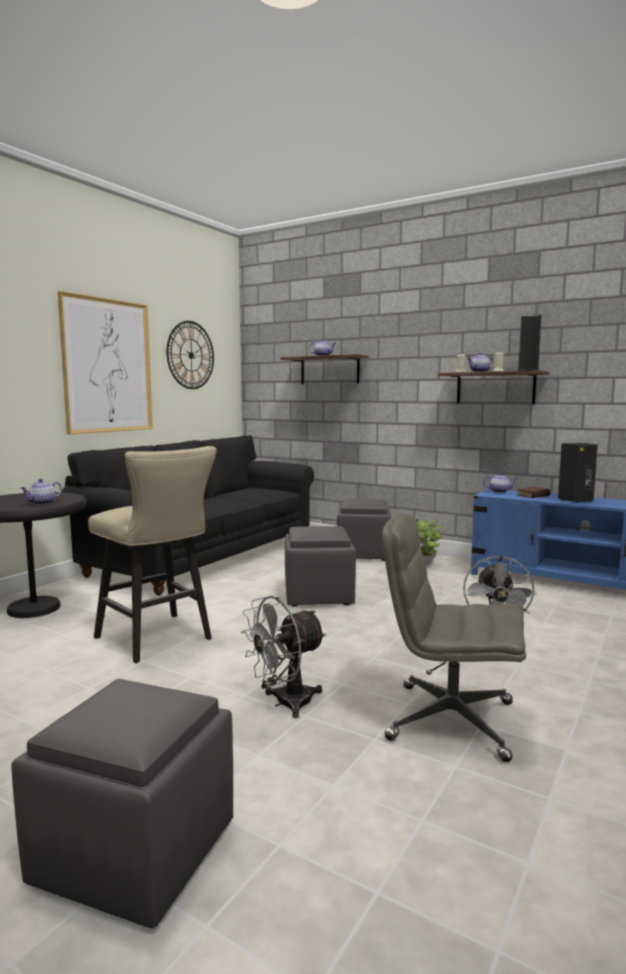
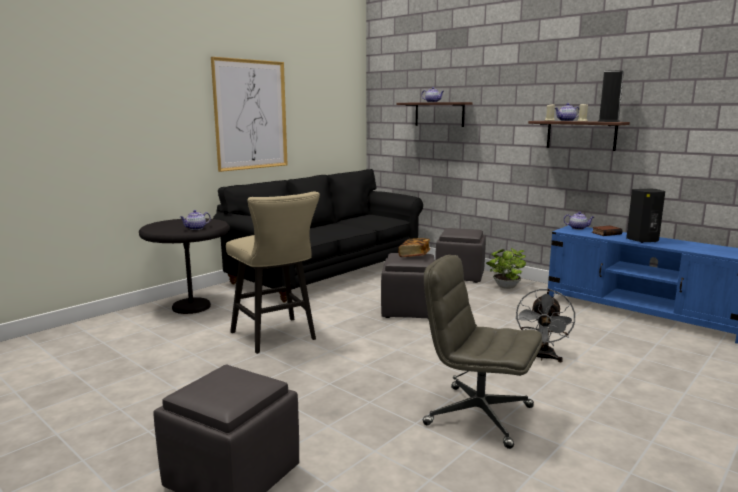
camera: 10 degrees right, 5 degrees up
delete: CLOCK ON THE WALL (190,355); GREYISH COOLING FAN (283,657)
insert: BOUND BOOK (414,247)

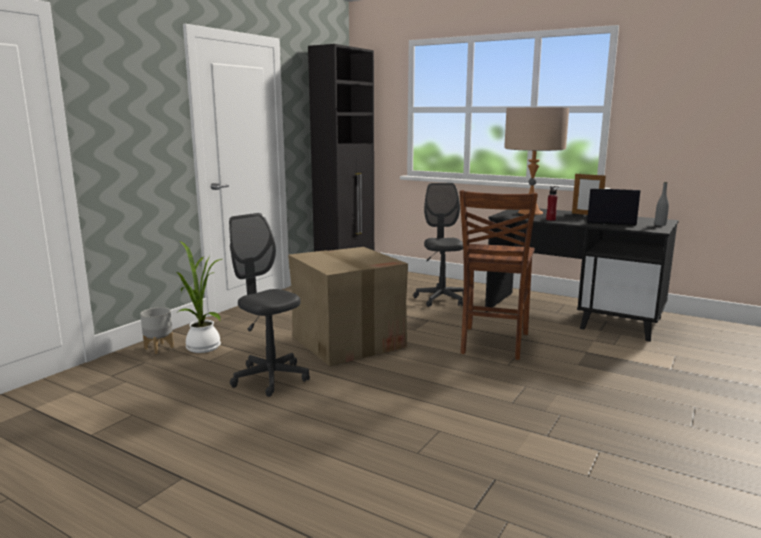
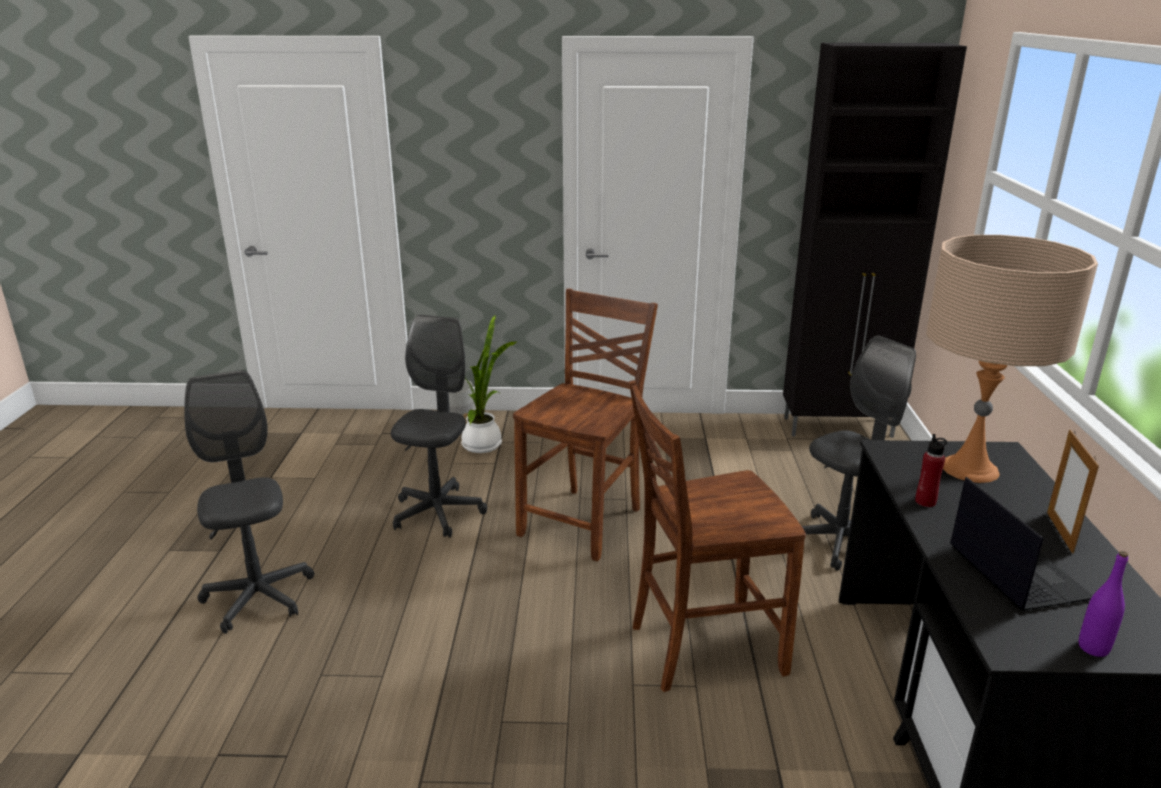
camera: 60 degrees right, 10 degrees up
insert: GREYISH DESK CHAIR (249,502)
replace: CARTON (348,306) to BROWNISH CHAIR (585,425)
recolor: GREYISH DRINK BOTTLE (662,204) to PURPLISH DRINK BOTTLE (1103,604)

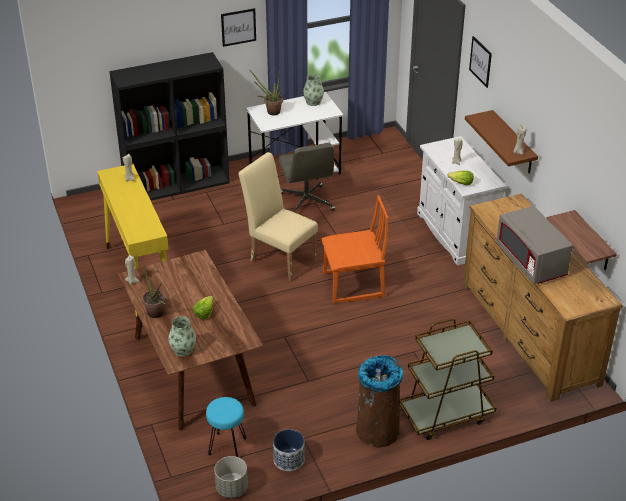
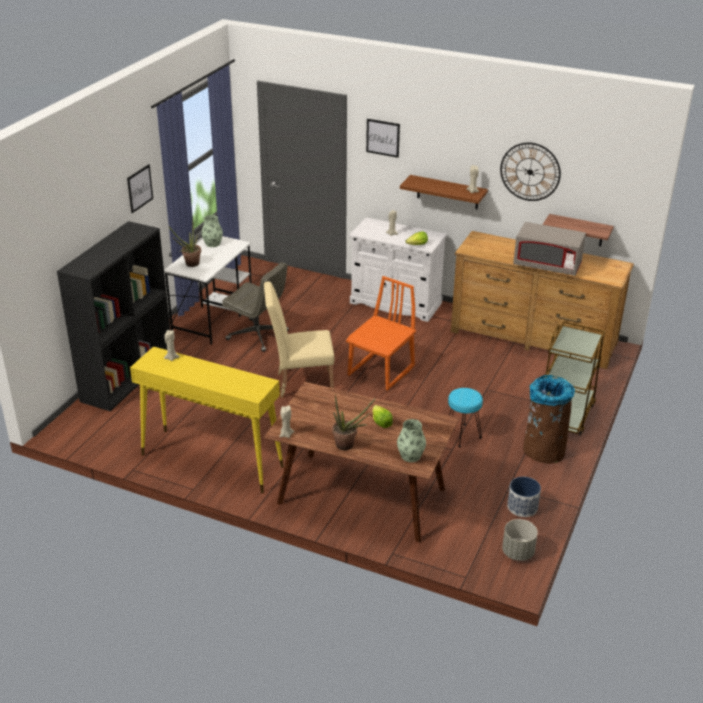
camera: 45 degrees left, 5 degrees down
insert: CLOCK ON THE WALL (530,171)
move: TURQUOISE-COLOURED STOOL SEAT (226,427) to (465,417)

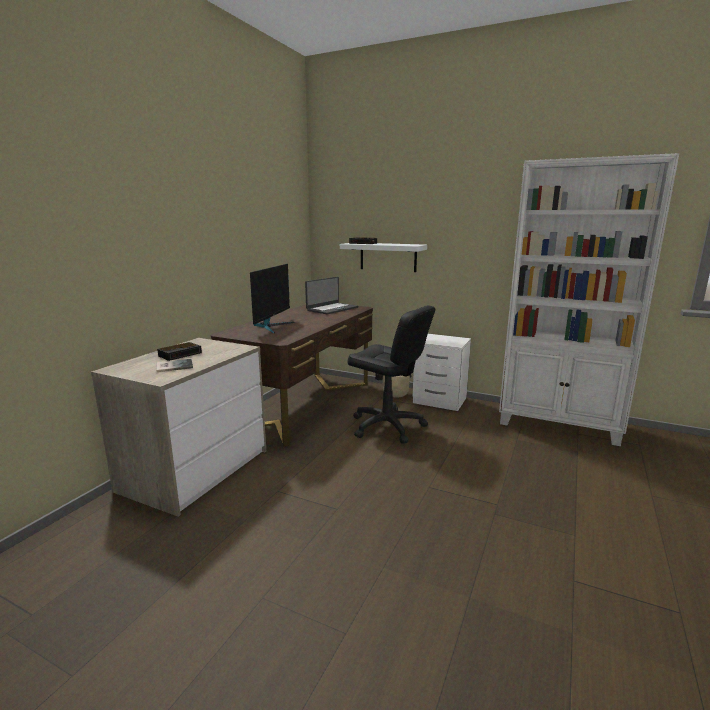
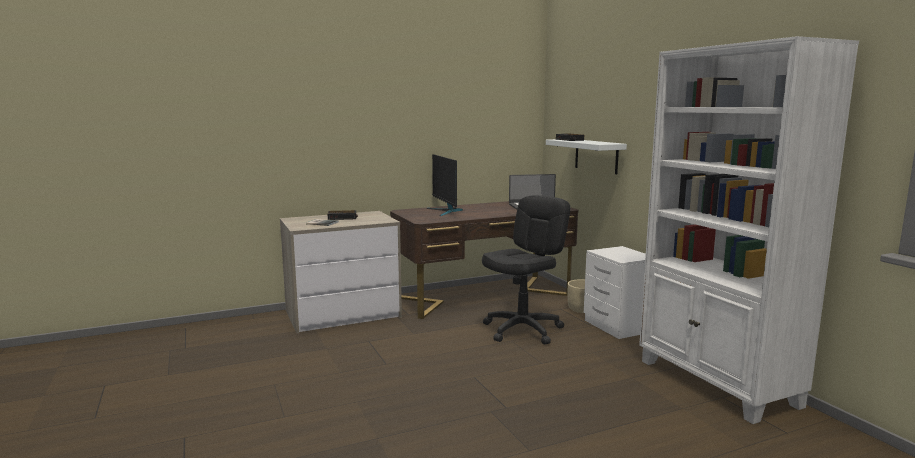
camera: 40 degrees right, 5 degrees down
rotate: COMPUTER SCREEN (272,298) = (445,185) 105 degrees clockwise; BLACK DESK CHAIR (391,375) = (526,270) 120 degrees counterclockwise

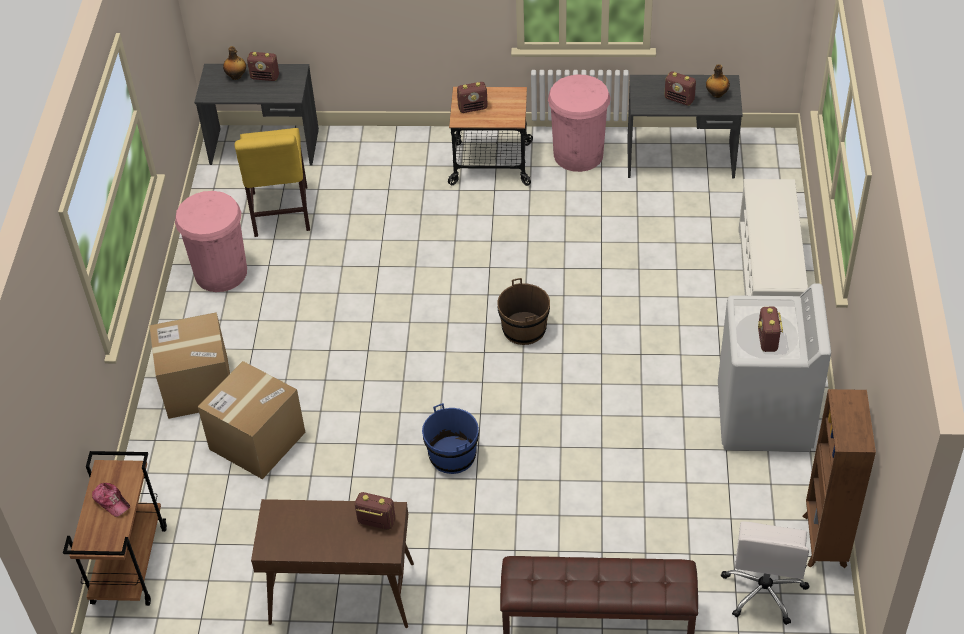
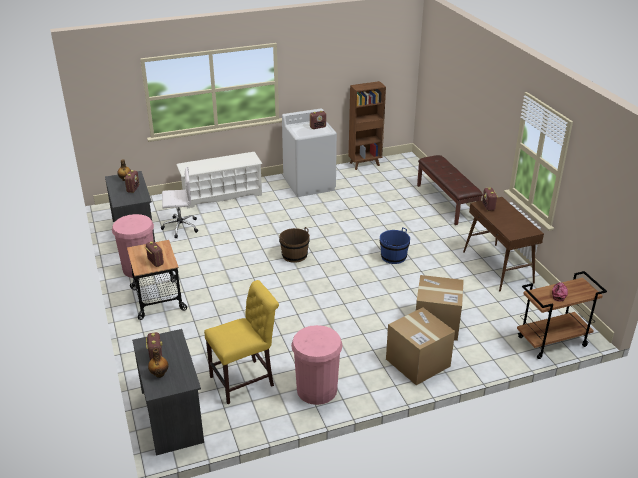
camera: 115 degrees left, 15 degrees down
move: WHITE DESK CHAIR (765,573) to (179,202)

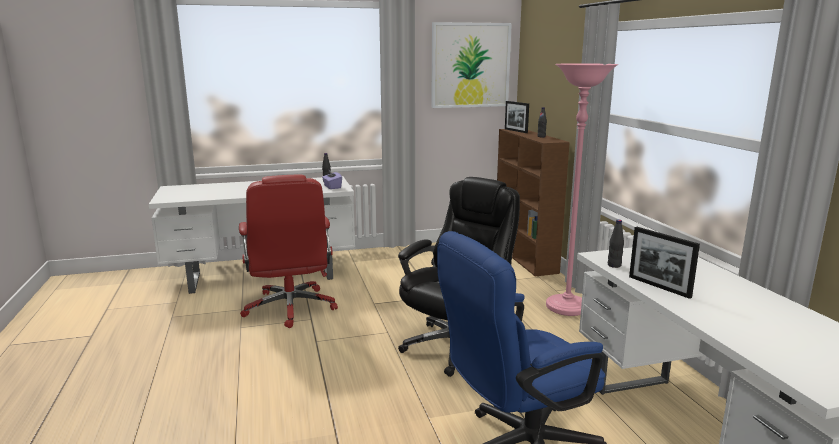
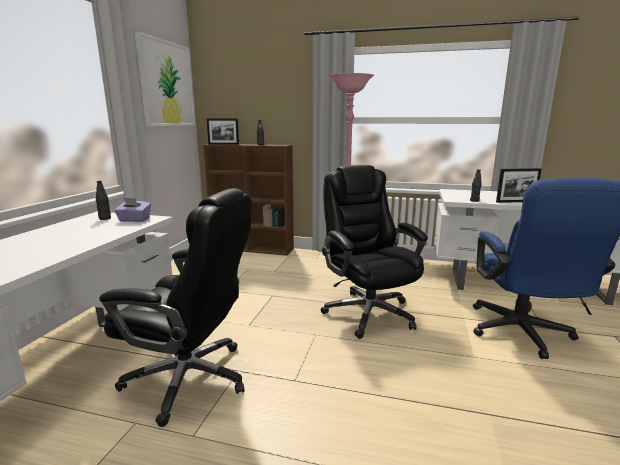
camera: 60 degrees left, 0 degrees up
recolor: RED DESK CHAIR (288,251) to BLACK DESK CHAIR (175,307)

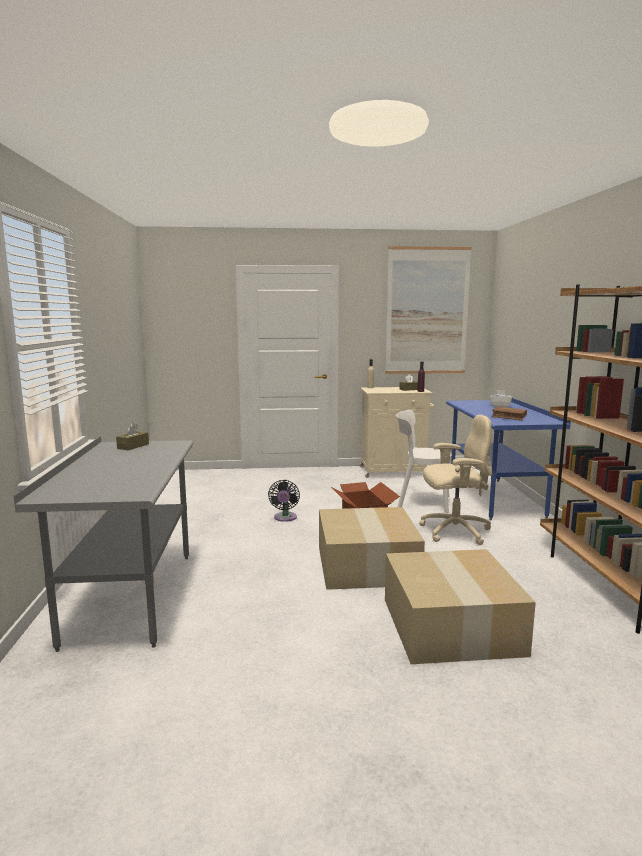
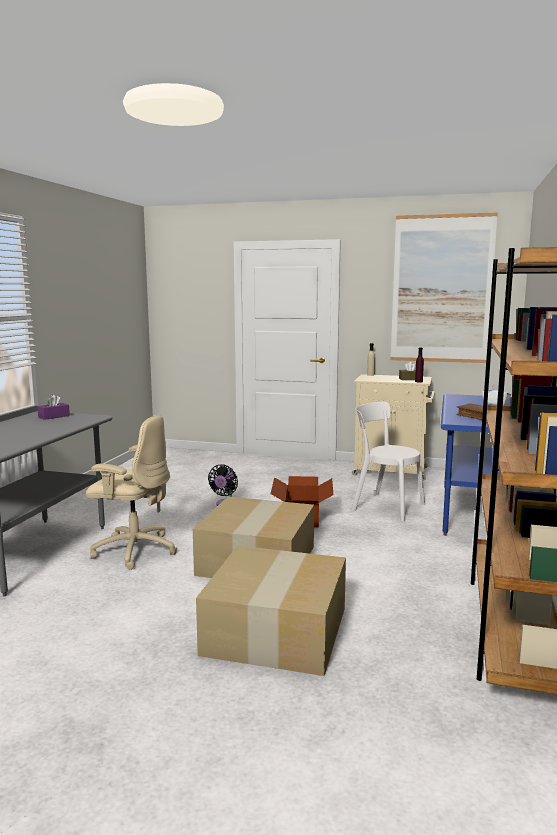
camera: 20 degrees right, 0 degrees up
move: BEIGE-COLOURED DESK CHAIR (455,480) to (131,492)
recolor: BROWNISH BOX OF TISSUES (132,436) to PURPLISH BOX OF TISSUES (53,407)

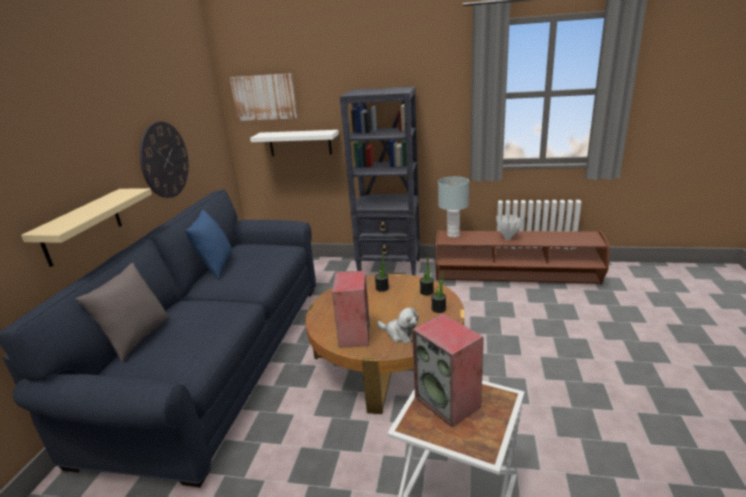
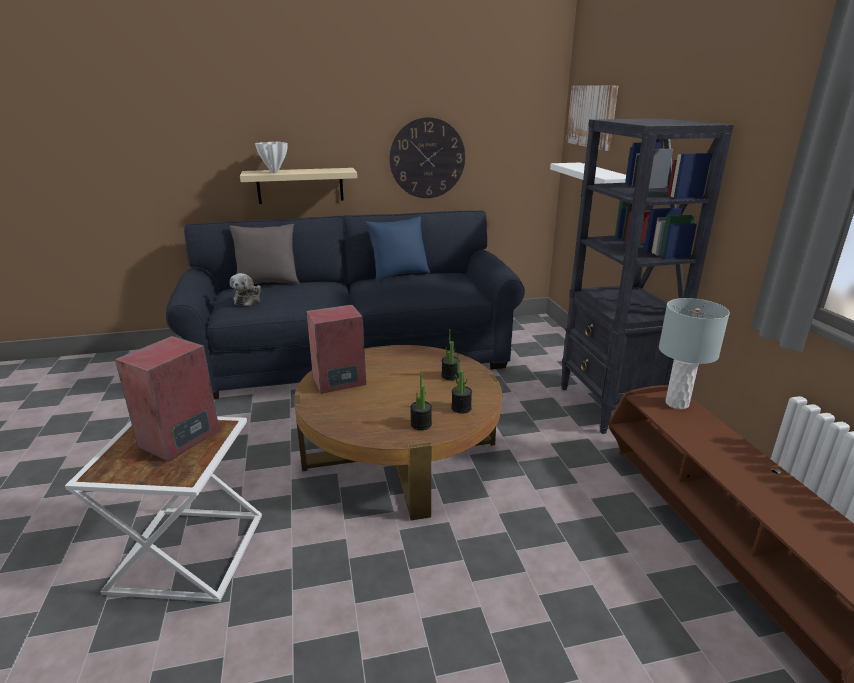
camera: 65 degrees right, 0 degrees up
move: CUDDLY TOY (398,325) to (245,289); WHITE FLOWER VASE (509,227) to (271,157)

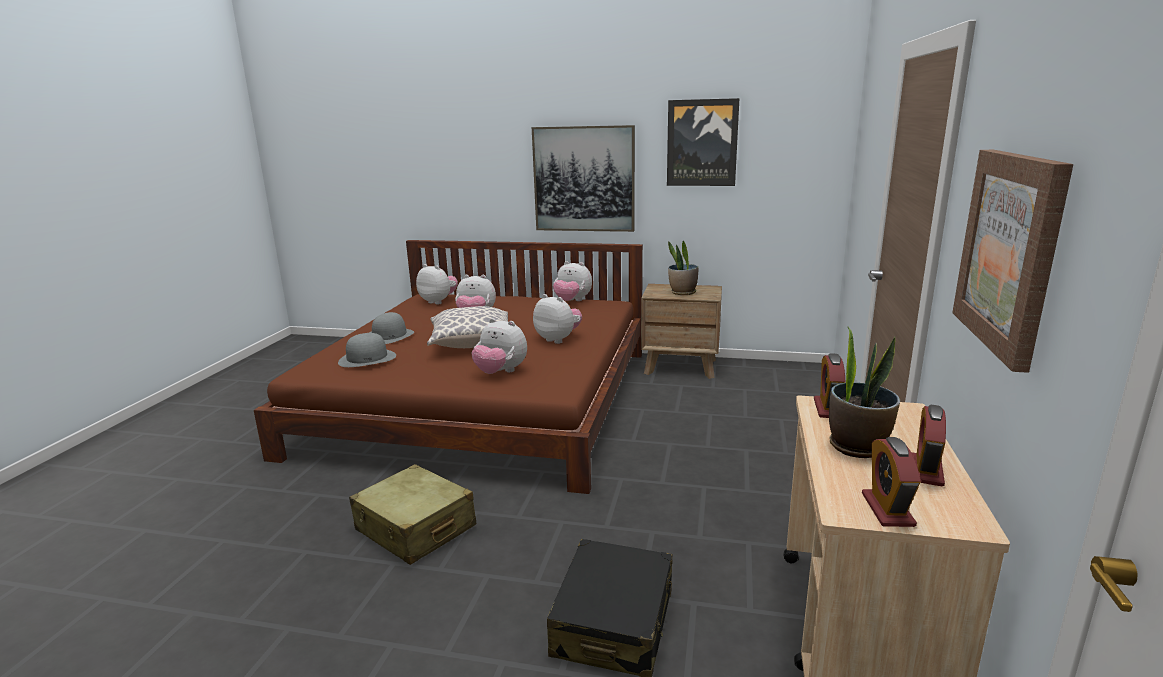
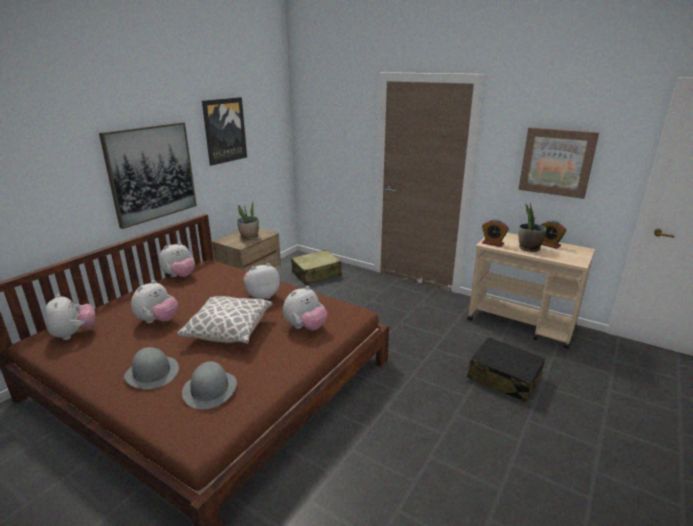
camera: 70 degrees left, 5 degrees up
delete: TABLE CLOCK (891,482)
move: BEIGE-COLOURED PIECE OF LUGGAGE (412,514) to (316,267)
rotate: CUDDLY TOY (437,284) = (70,317) 105 degrees clockwise

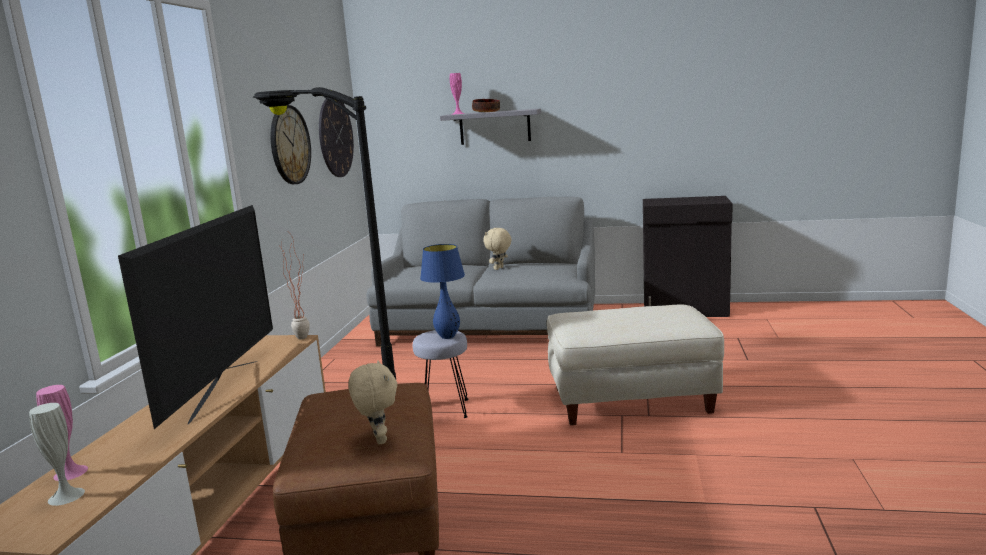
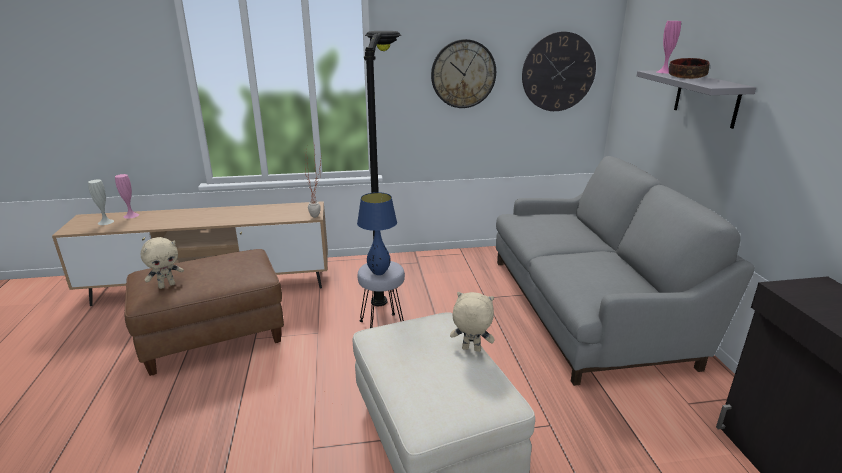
camera: 70 degrees right, 10 degrees up
delete: TV (195,317)
move: BEIGE-COLOURED CUDDLY TOY (498,249) to (472,322)

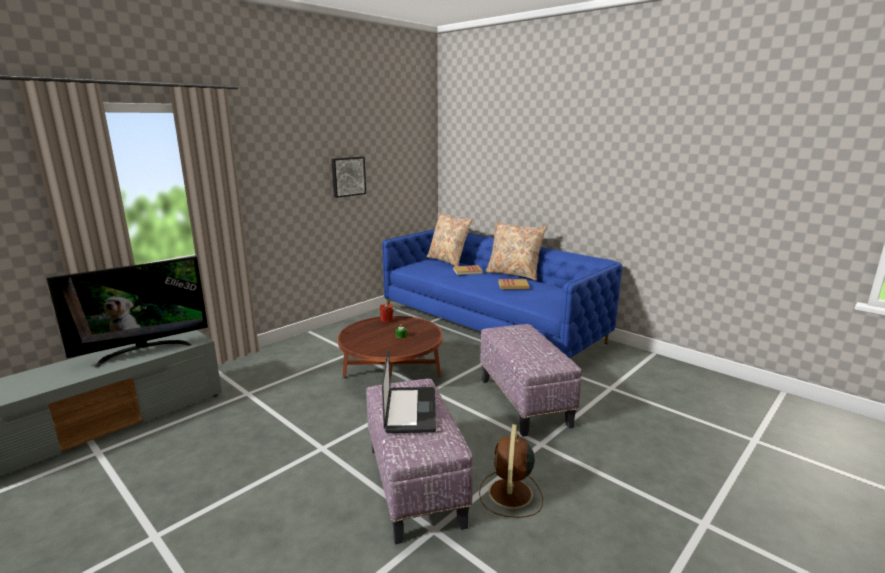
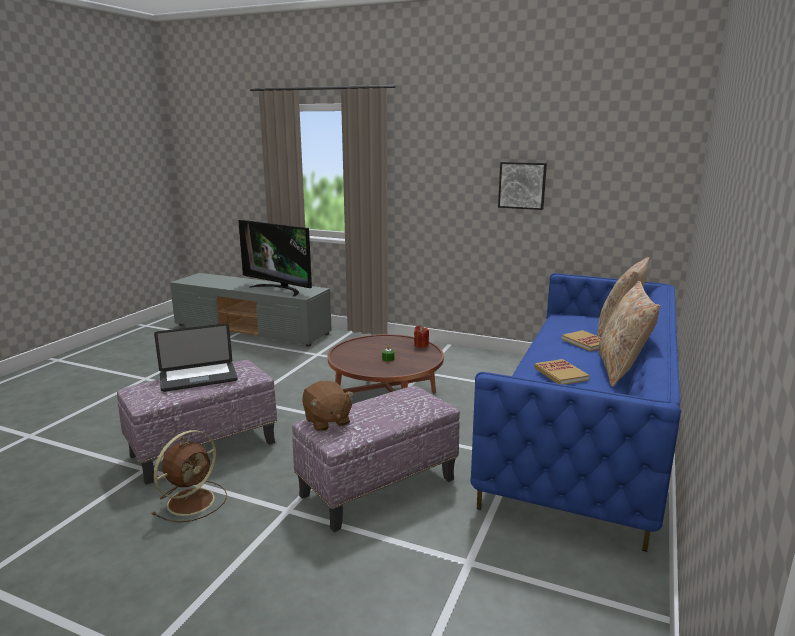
camera: 70 degrees right, 0 degrees up
insert: BROWNISH CUDDLY TOY (328,406)
rotate: BROWNISH COOLING FAN (511,471) = (189,476) 135 degrees clockwise

